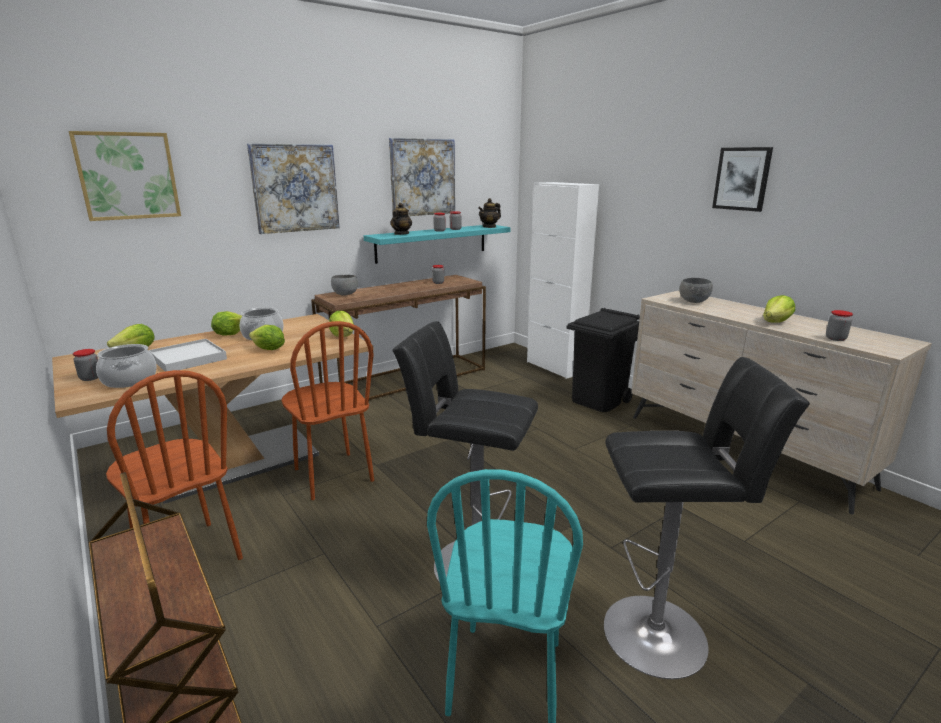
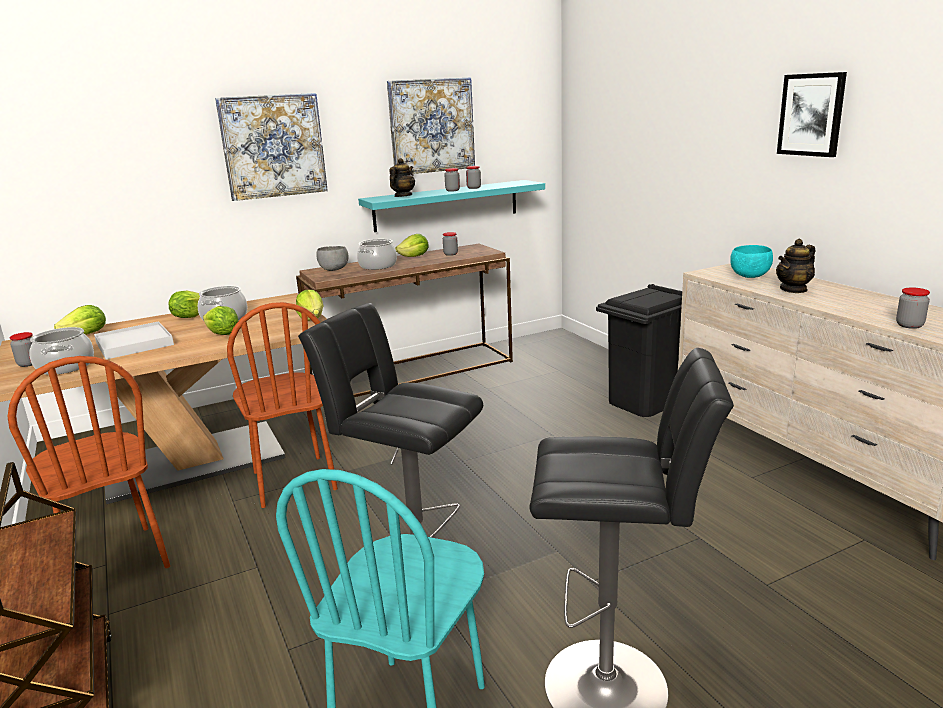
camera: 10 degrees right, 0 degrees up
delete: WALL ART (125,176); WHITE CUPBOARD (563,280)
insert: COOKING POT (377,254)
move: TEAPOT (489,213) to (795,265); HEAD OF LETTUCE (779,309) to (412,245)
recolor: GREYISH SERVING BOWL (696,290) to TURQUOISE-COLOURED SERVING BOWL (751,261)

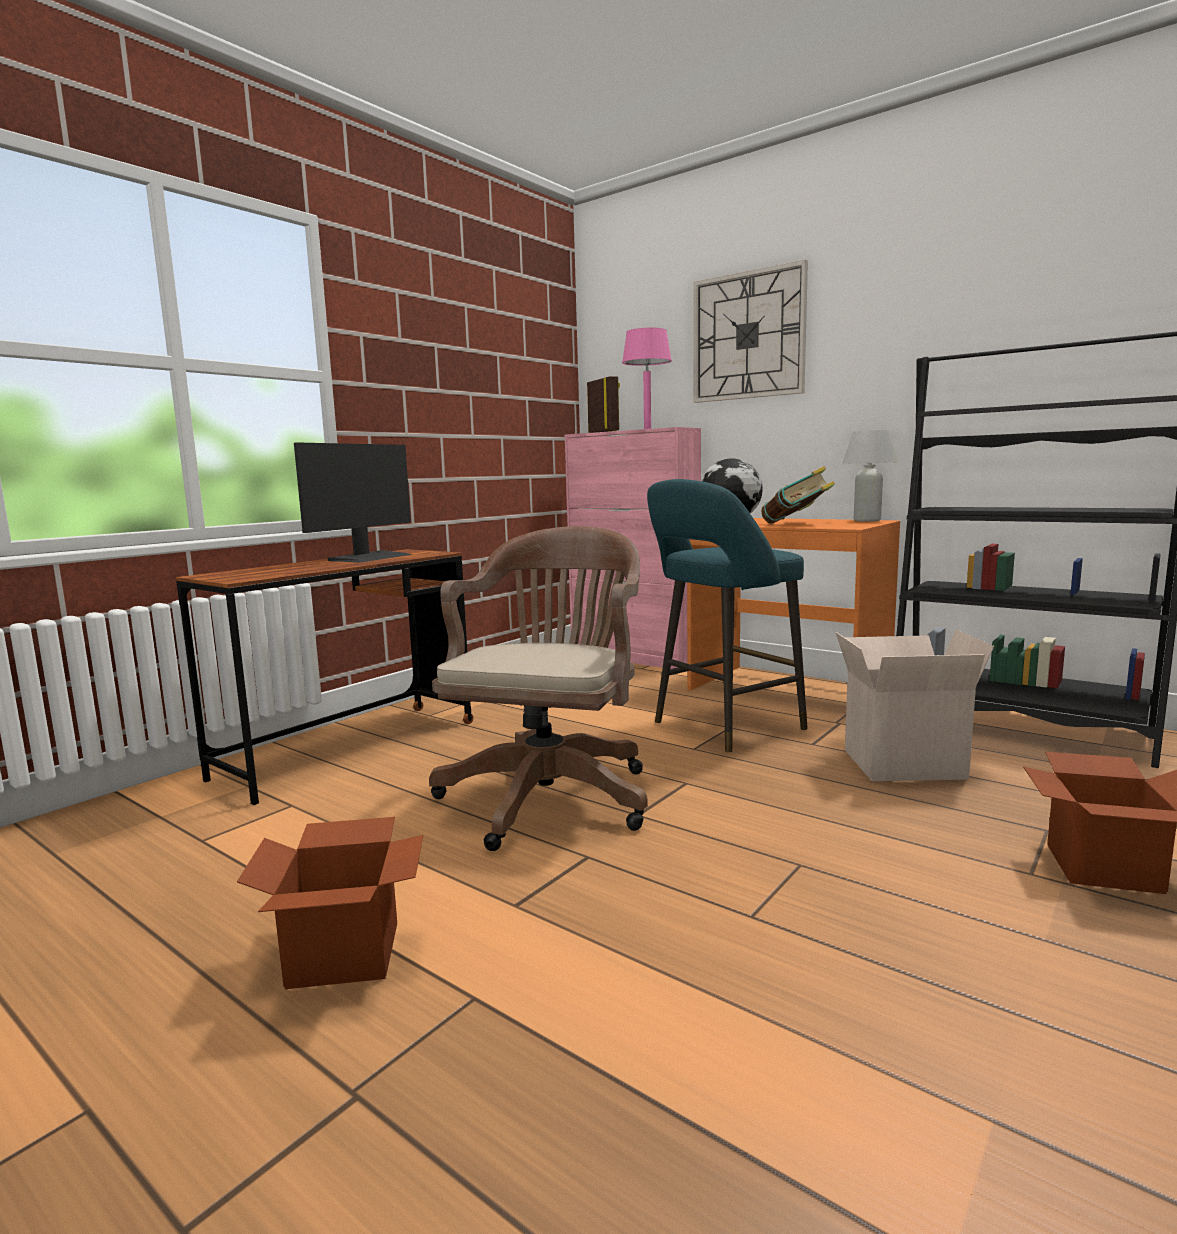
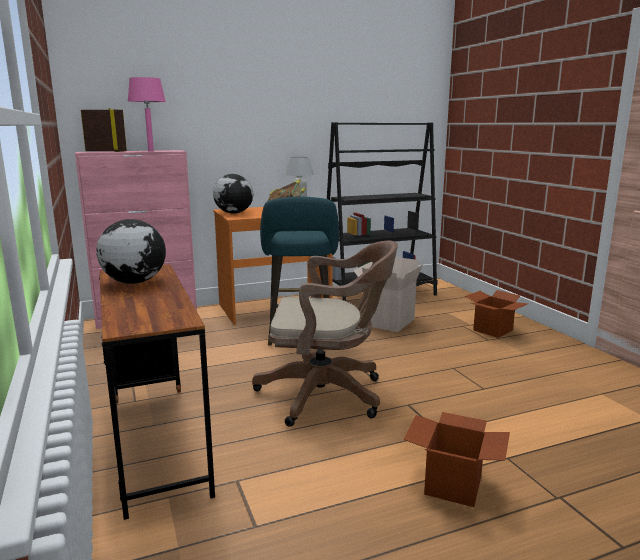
camera: 60 degrees left, 5 degrees up
delete: CLOCK ON THE WALL (751,331)
replace: COMPUTER SCREEN (353,502) to DESK GLOBE (131,251)
rotate: BROWNISH DESK CHAIR (538,688) = (325,333) 135 degrees clockwise

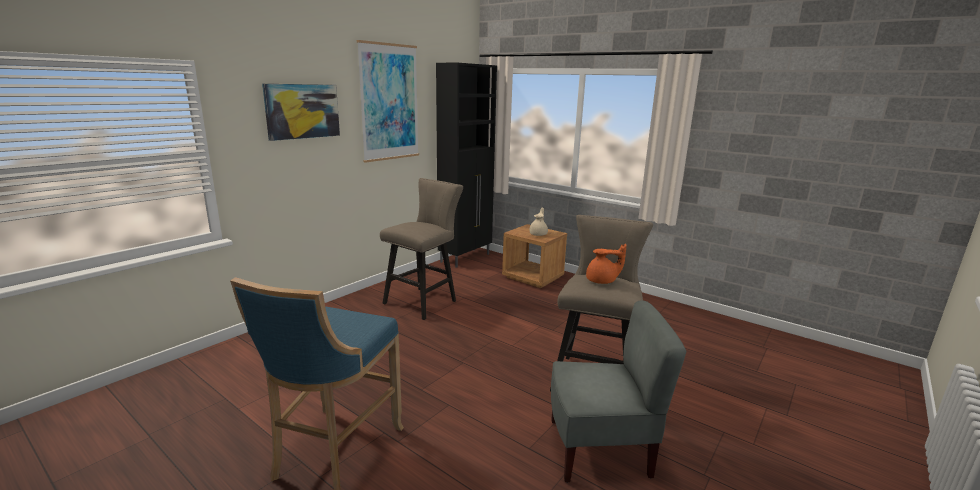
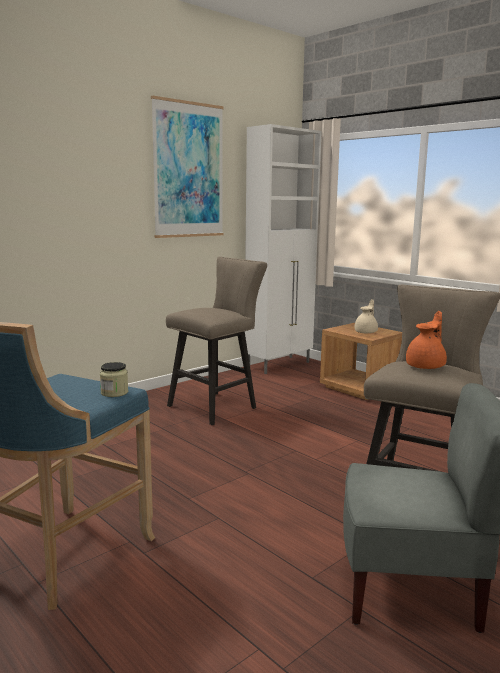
camera: 10 degrees right, 5 degrees down
delete: WALL ART (301,112)
insert: STORAGE JAR (114,379)
recolor: BLACK CUPBOARD (466,165) to WHITE CUPBOARD (283,249)
rotate: ORANGEY TEAPOT (606,264) = (426,340) 60 degrees counterclockwise

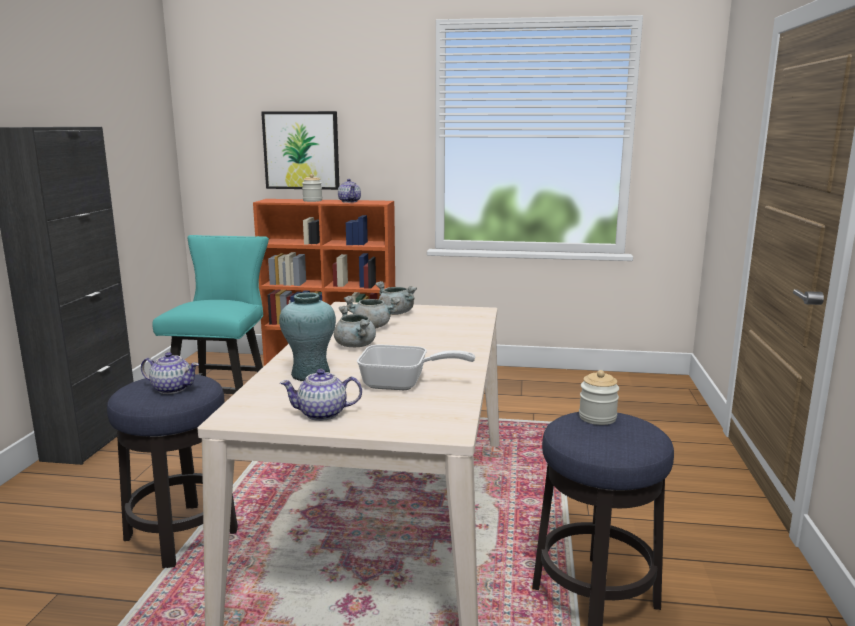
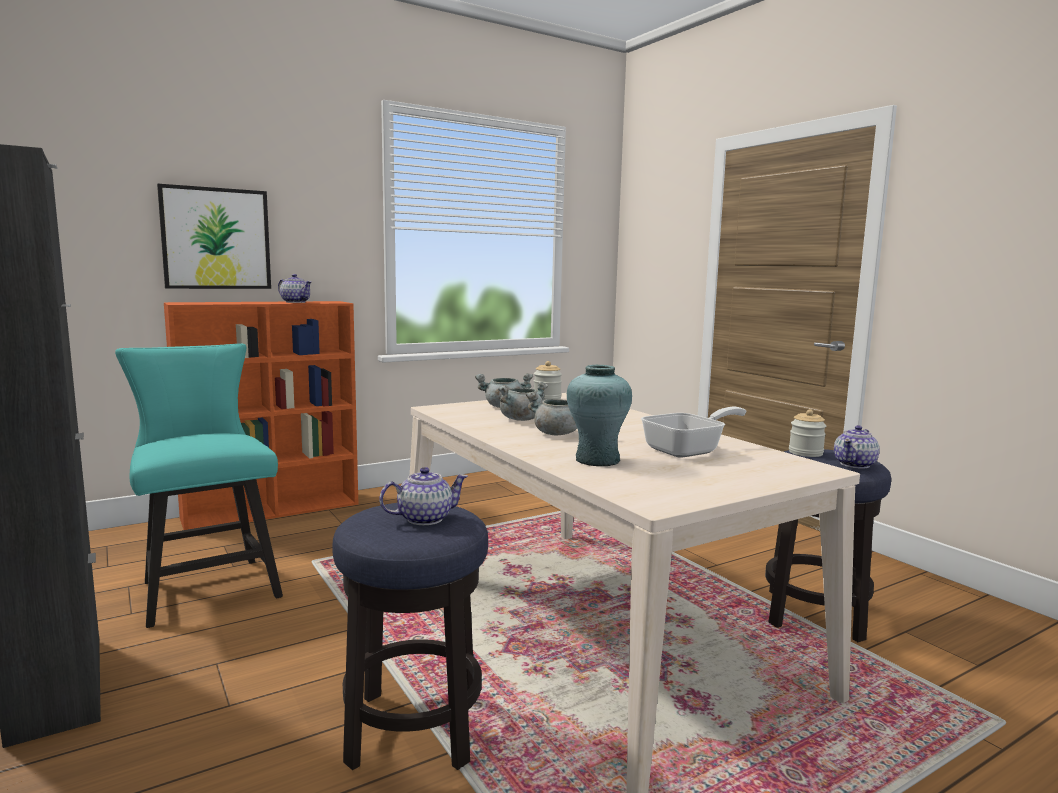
camera: 40 degrees left, 5 degrees down
move: TEAPOT (321,395) to (857,447); STORAGE JAR (312,188) to (548,381)

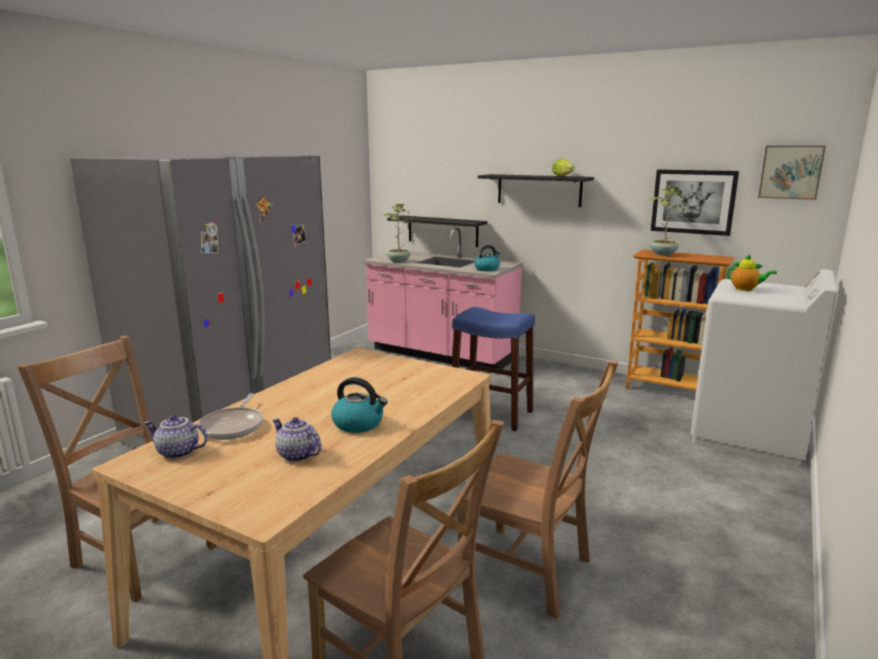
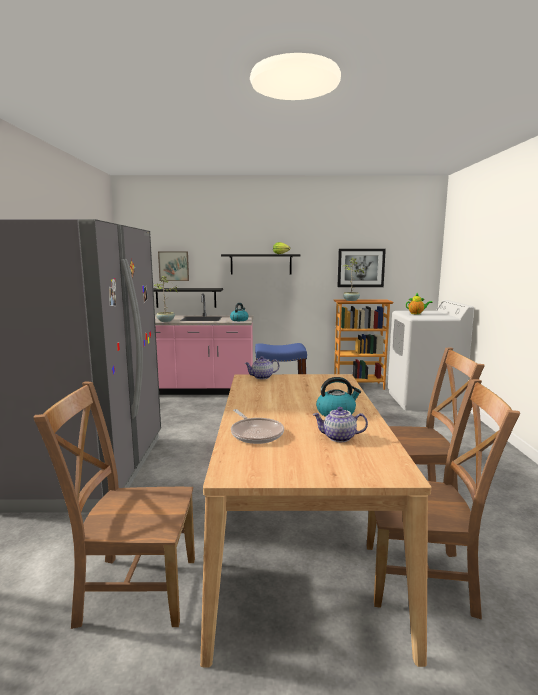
camera: 30 degrees left, 5 degrees down
move: TEAPOT (176,437) to (261,367); WALL ART (792,173) to (173,266)

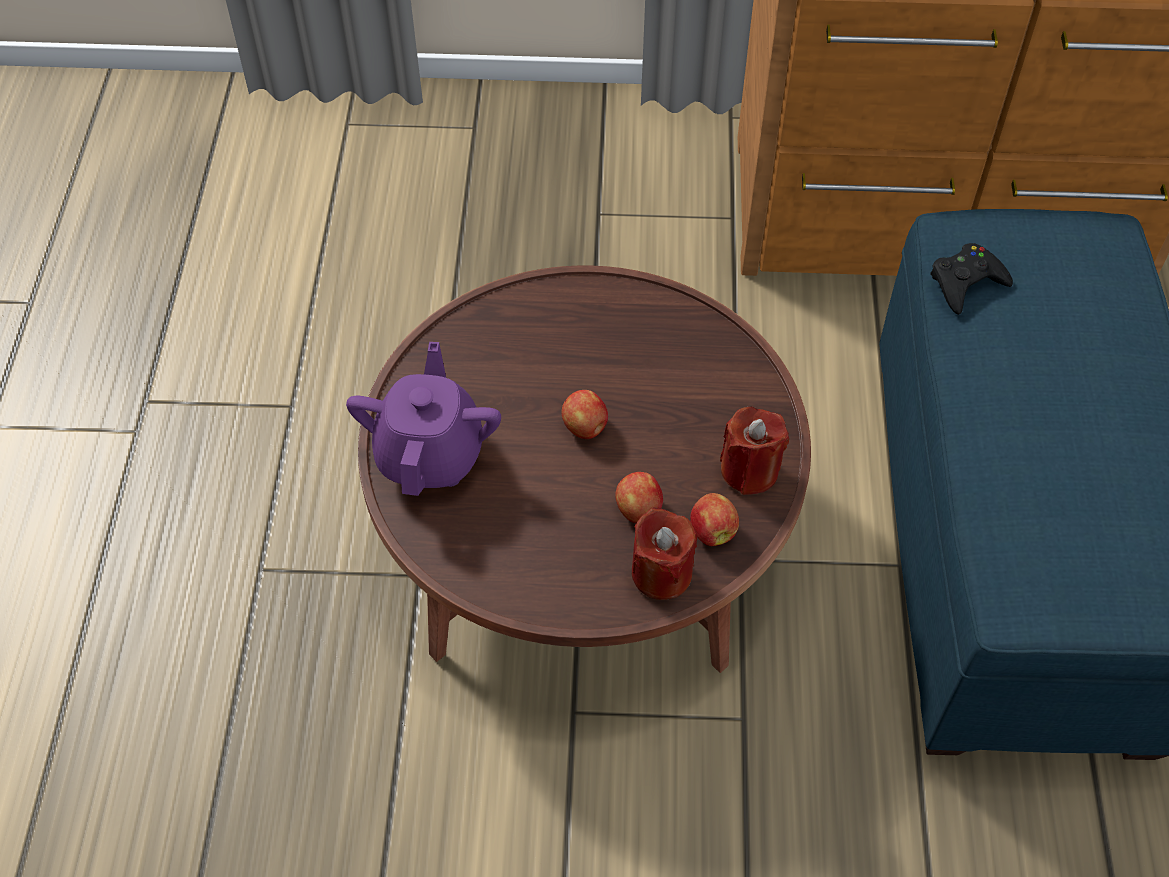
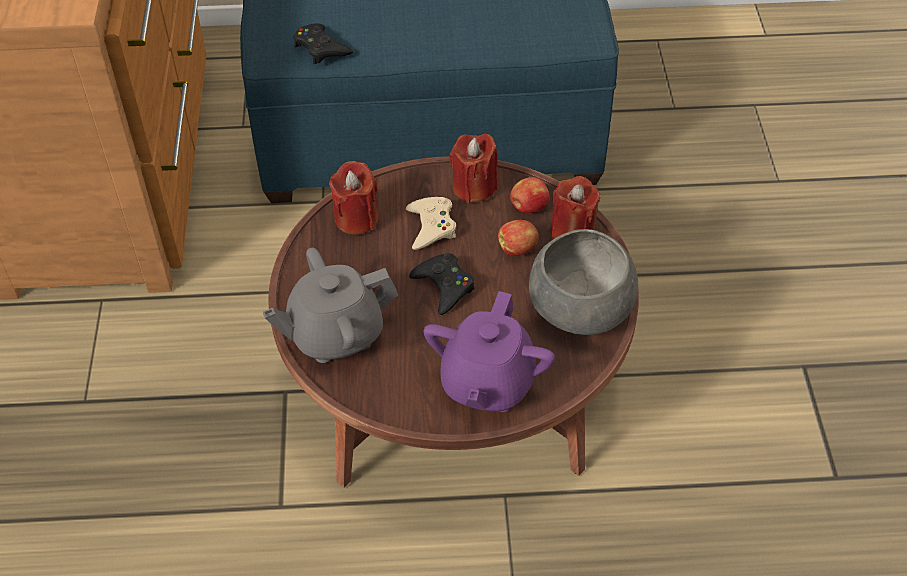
camera: 95 degrees left, 5 degrees down
insert: GREYISH TEAPOT (330,305); RED CANDLE (354,197); BEIGE-COLOURED GAME CONTROLLER (431,223); GREYISH SERVING BOWL (584,282)
replace: WHOLE APPLE (585,414) to BLACK GAME CONTROLLER (441,284)
rotate: PURPLISH TEAPOT (423,419) = (489,351) 75 degrees counterclockwise

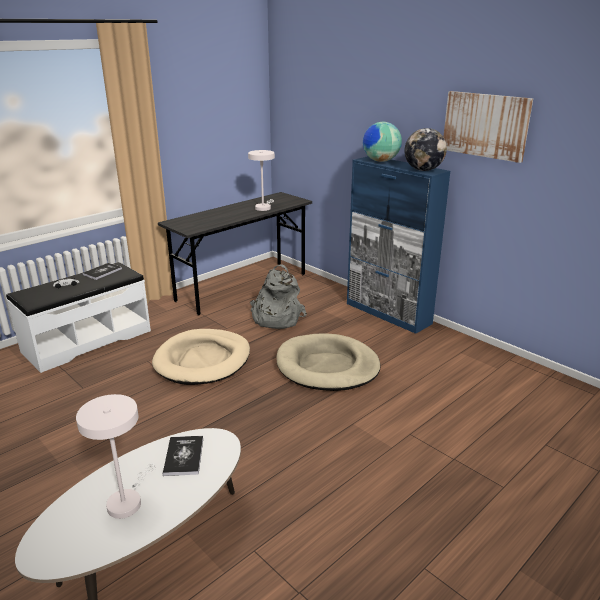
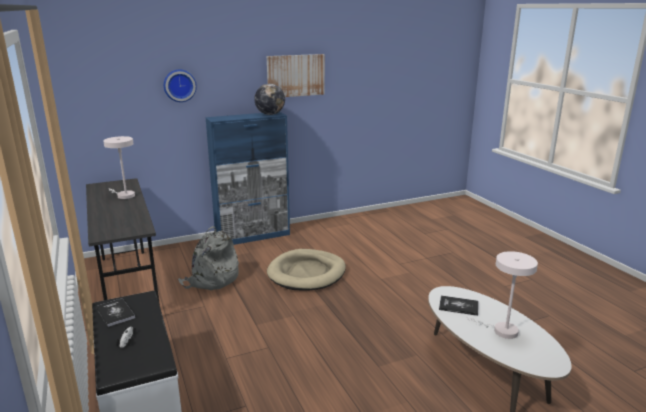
camera: 70 degrees left, 5 degrees down
delete: BEIGE-COLOURED DOG CUSHION (201,357); DESK GLOBE (382,142)
insert: CLOCK ON THE WALL (180,85)

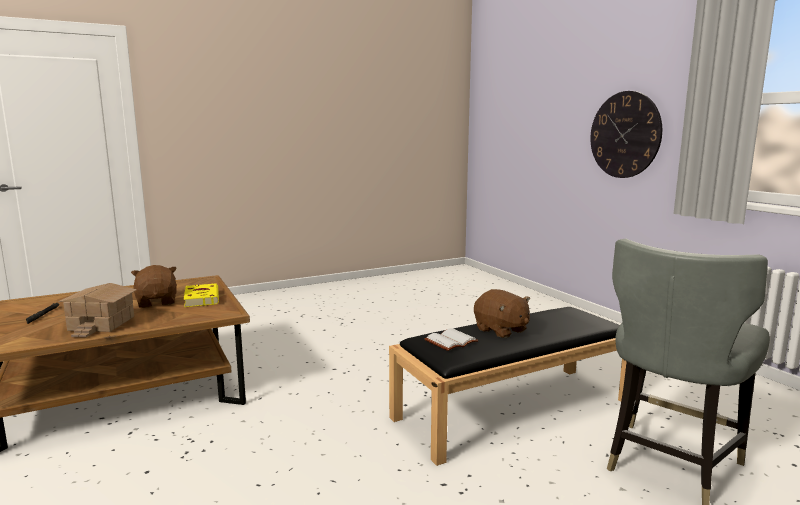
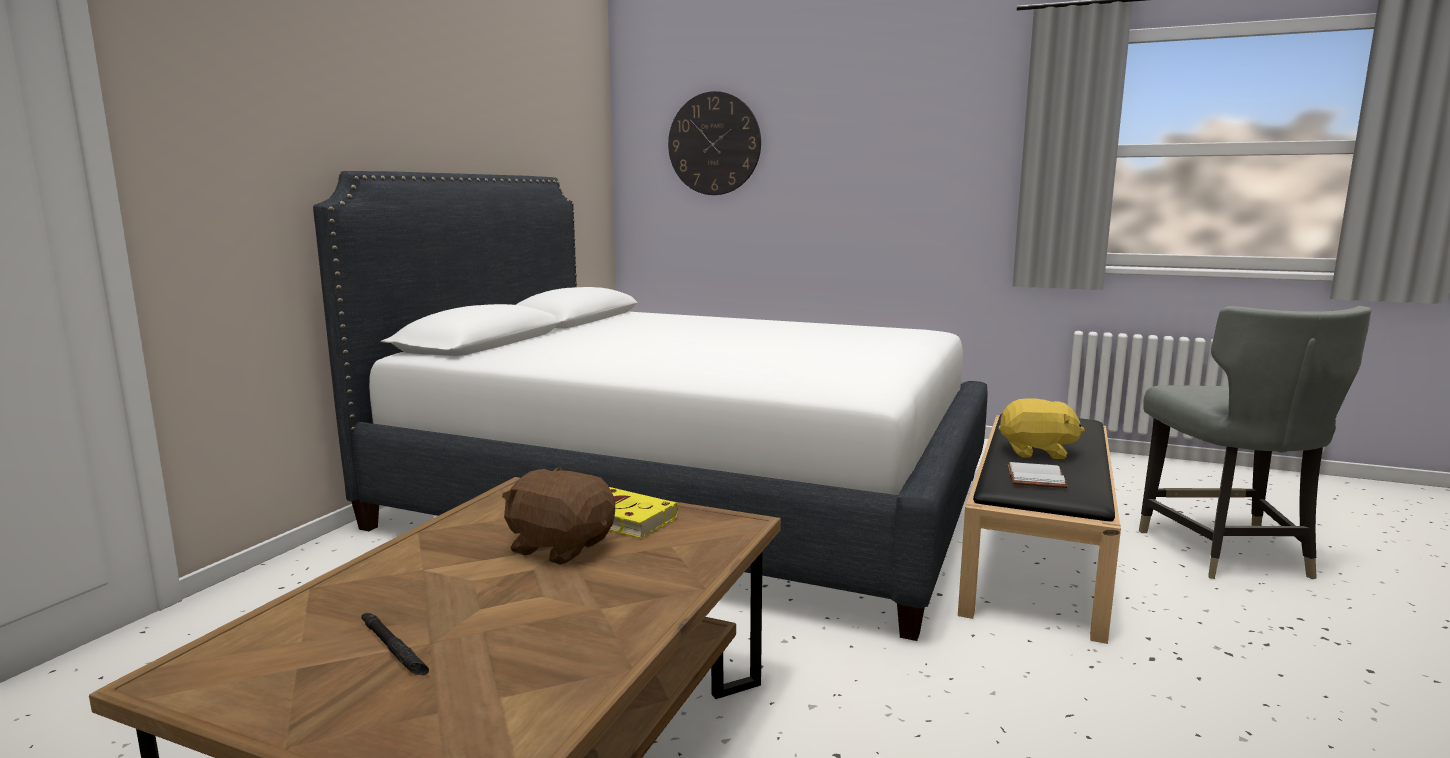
camera: 40 degrees left, 0 degrees up
delete: MODEL HOUSE (97,310)
insert: WHITE BEDROOM BED (650,406)
move: CLOCK ON THE WALL (626,134) to (714,143)
recolor: BROWNISH CUDDLY TOY (502,313) to YELLOW CUDDLY TOY (1041,428)

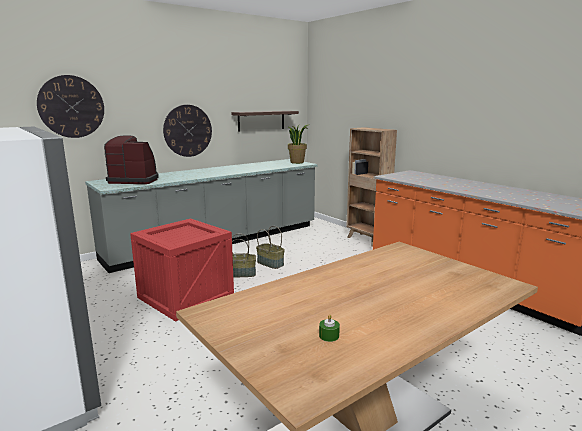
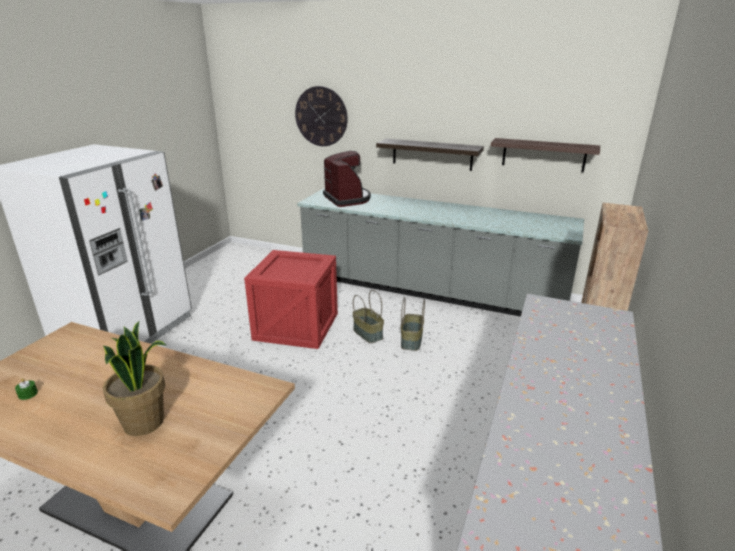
camera: 60 degrees right, 10 degrees up
move: HOUSEPLANT (298,144) to (135,378)
replace: CLOCK ON THE WALL (187,131) to WALL SHELF (430,155)

